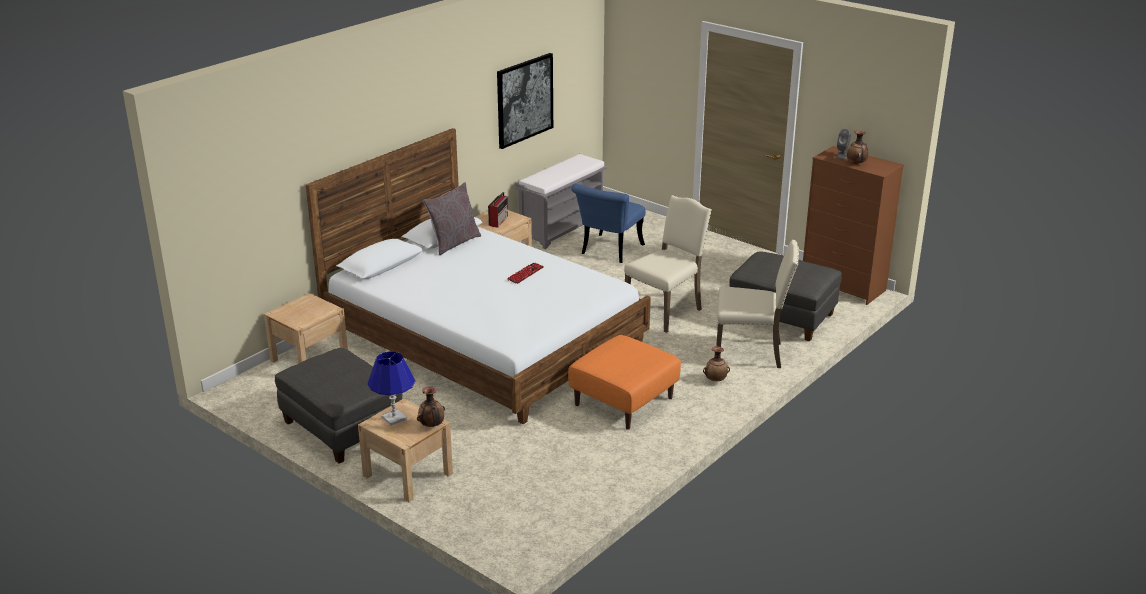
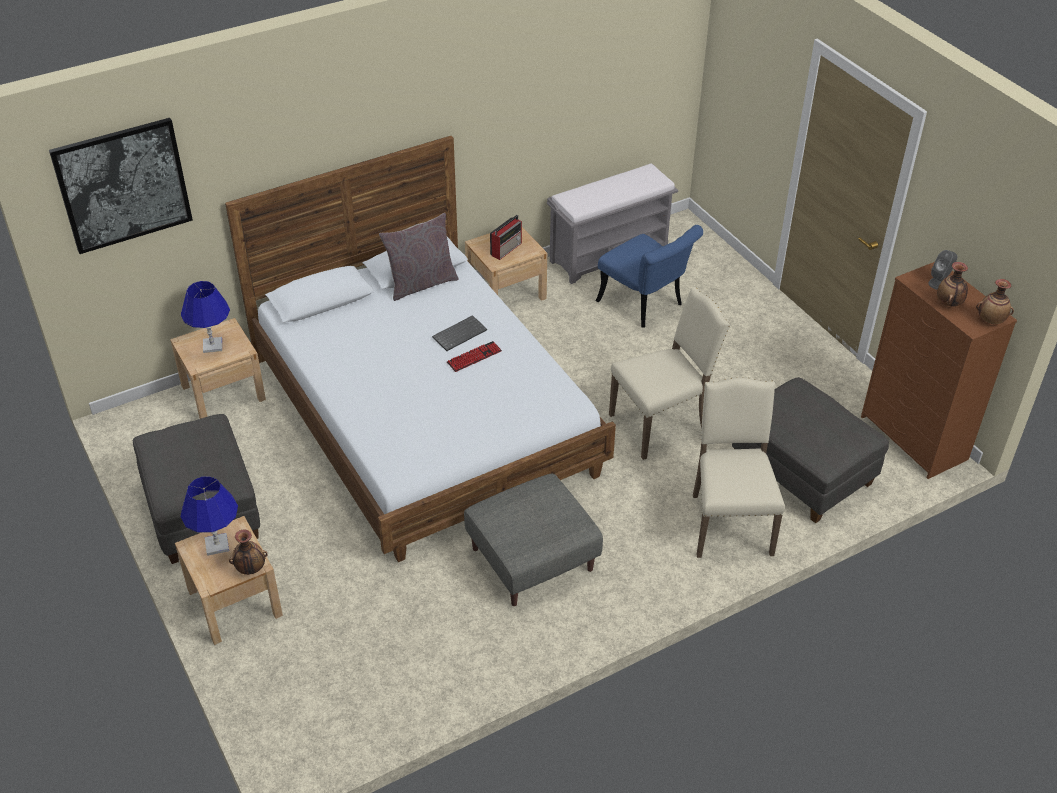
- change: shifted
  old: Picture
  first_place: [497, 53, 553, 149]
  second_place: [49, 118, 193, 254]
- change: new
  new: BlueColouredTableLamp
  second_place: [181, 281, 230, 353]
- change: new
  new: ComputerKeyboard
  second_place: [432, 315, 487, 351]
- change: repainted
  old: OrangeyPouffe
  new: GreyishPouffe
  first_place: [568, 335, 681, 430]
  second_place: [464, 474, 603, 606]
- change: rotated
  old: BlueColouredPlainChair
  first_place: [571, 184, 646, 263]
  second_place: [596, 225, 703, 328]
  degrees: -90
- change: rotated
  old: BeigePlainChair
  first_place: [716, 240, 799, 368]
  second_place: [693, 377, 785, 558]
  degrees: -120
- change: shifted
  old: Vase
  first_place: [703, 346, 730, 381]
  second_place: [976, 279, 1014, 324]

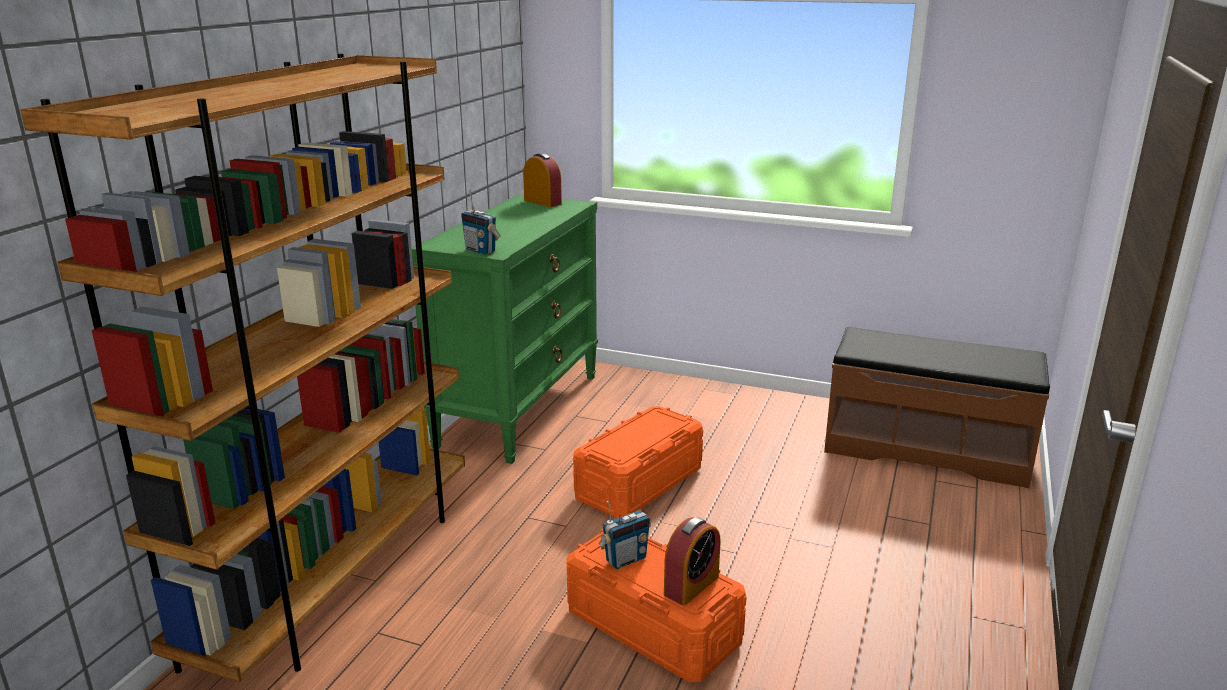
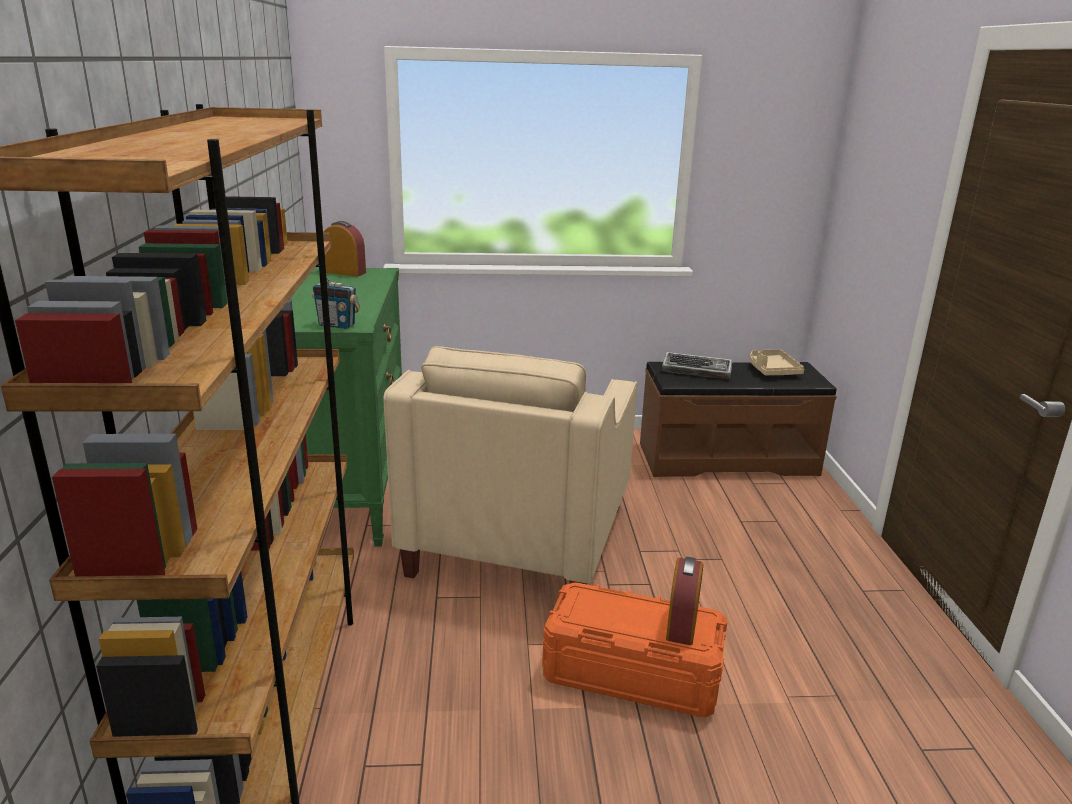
- change: swapped
  old: OrangeyStorageBin
  new: BeigeArmchair
  first_place: [573, 406, 703, 519]
  second_place: [383, 346, 637, 584]
- change: new
  new: ComputerKeyboard
  second_place: [662, 352, 732, 380]
- change: new
  new: BeigeTray
  second_place: [750, 349, 804, 375]
- change: gone
  old: RadioSet
  first_place: [599, 501, 651, 569]

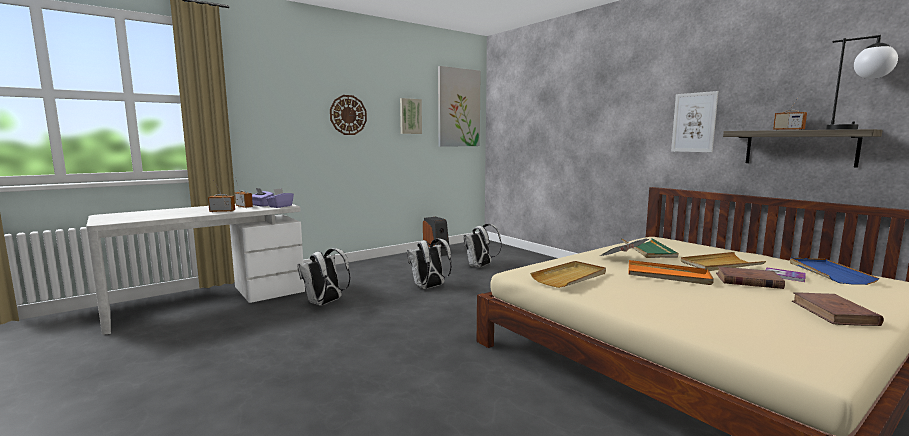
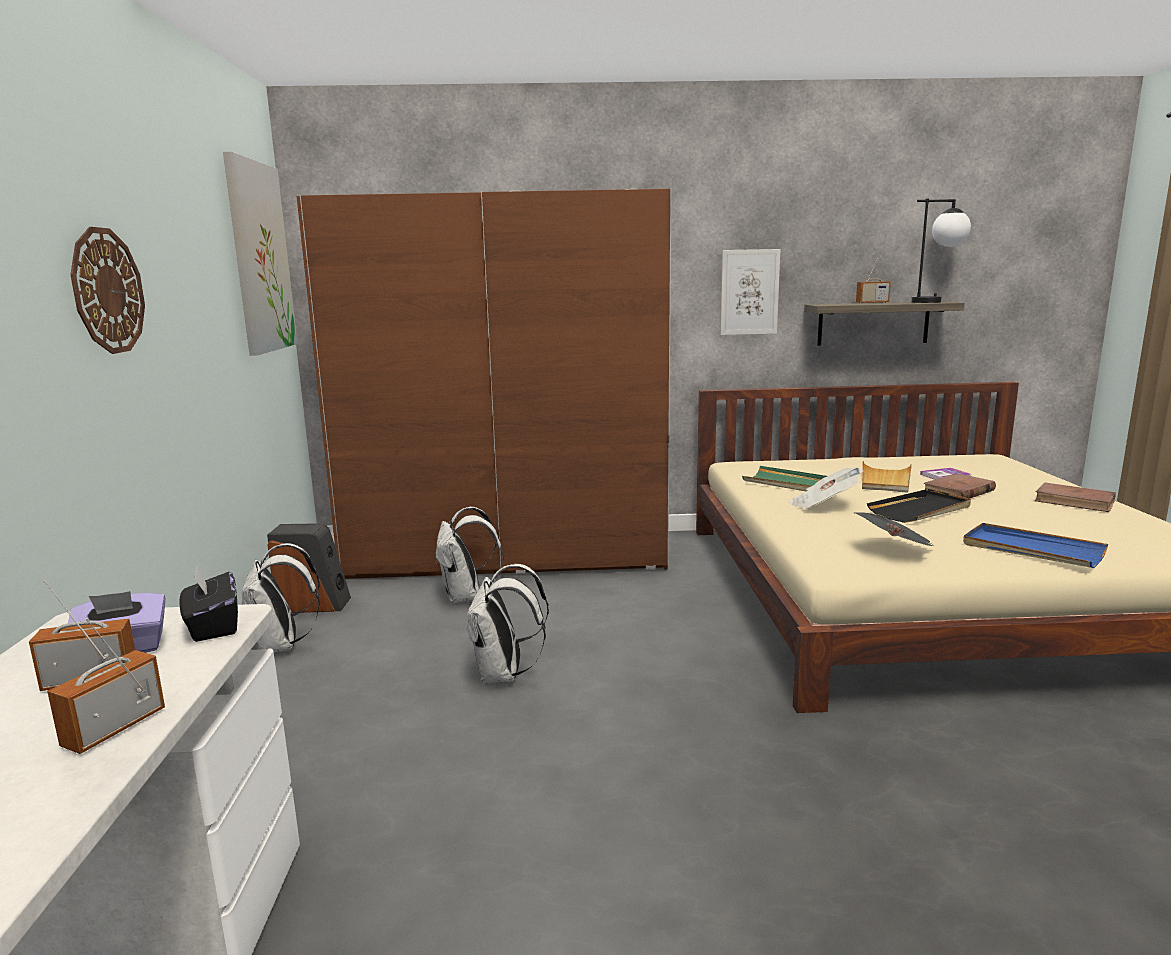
- change: repainted
  old: PurpleTissueBox
  new: BlackishTissueBox
  first_place: [266, 188, 294, 208]
  second_place: [179, 566, 238, 642]
- change: shifted
  old: WhiteColouredBackpack
  first_place: [297, 248, 350, 306]
  second_place: [241, 543, 320, 653]
- change: new
  new: BrownColouredArmoire
  second_place: [297, 189, 671, 579]
- change: swapped
  old: BeigeTray
  new: Newspaper
  first_place: [530, 261, 606, 288]
  second_place: [854, 512, 934, 546]
- change: repainted
  old: OrangeyTray
  new: BlackishTray
  first_place: [629, 260, 714, 285]
  second_place: [867, 489, 971, 523]
- change: shifted
  old: BlueColouredTray
  first_place: [790, 257, 879, 285]
  second_place: [963, 523, 1108, 568]
- change: gone
  old: Picture
  first_place: [400, 98, 422, 134]

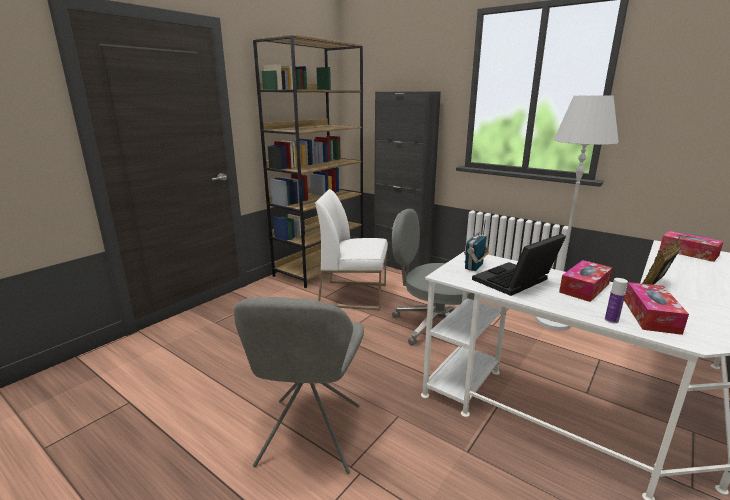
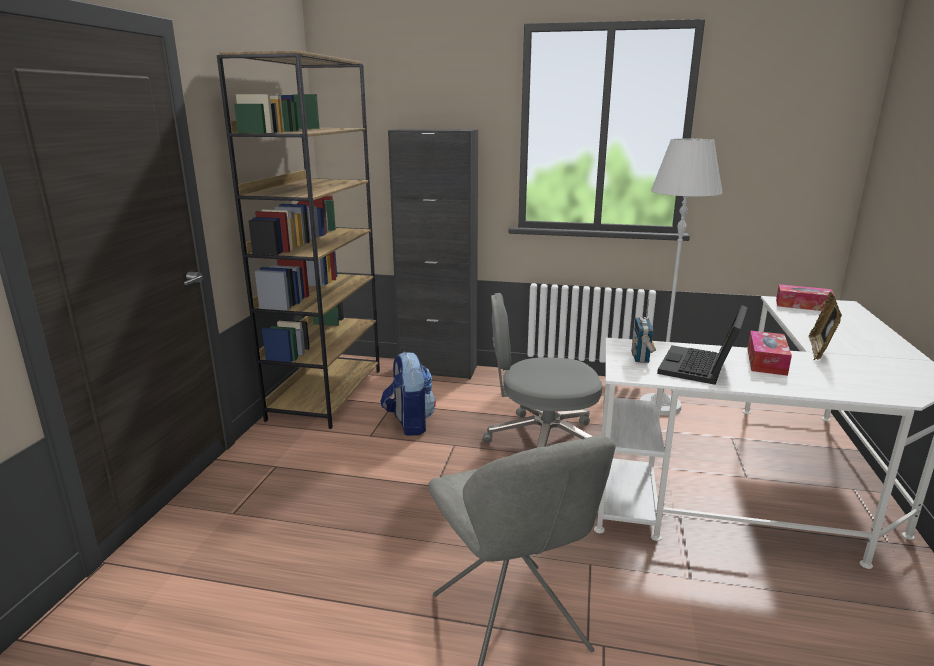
- change: swapped
  old: WhiteColouredPlainChair
  new: Backpack
  first_place: [315, 189, 388, 311]
  second_place: [381, 352, 436, 436]
- change: gone
  old: BeverageBottle
  first_place: [605, 278, 628, 324]
- change: gone
  old: TissueBox
  first_place: [624, 282, 689, 335]

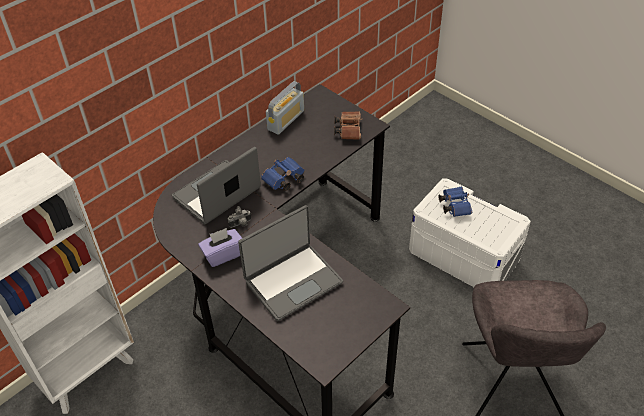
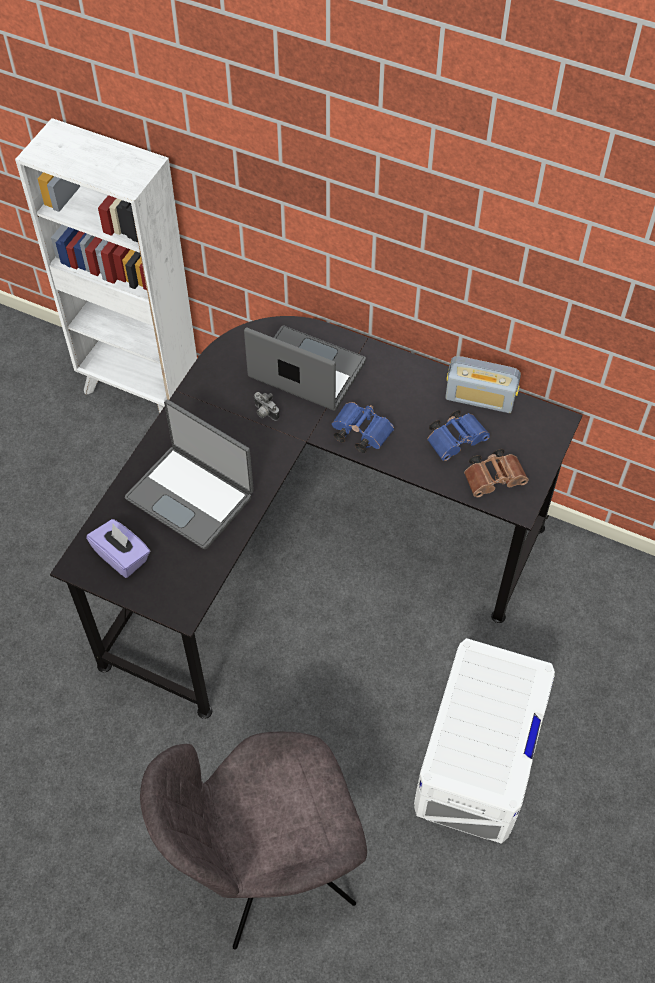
- change: shifted
  old: PurpleTissueBox
  first_place: [198, 228, 242, 267]
  second_place: [86, 519, 150, 578]
- change: shifted
  old: BlueColouredFieldGlasses
  first_place: [439, 187, 472, 217]
  second_place: [427, 410, 490, 461]

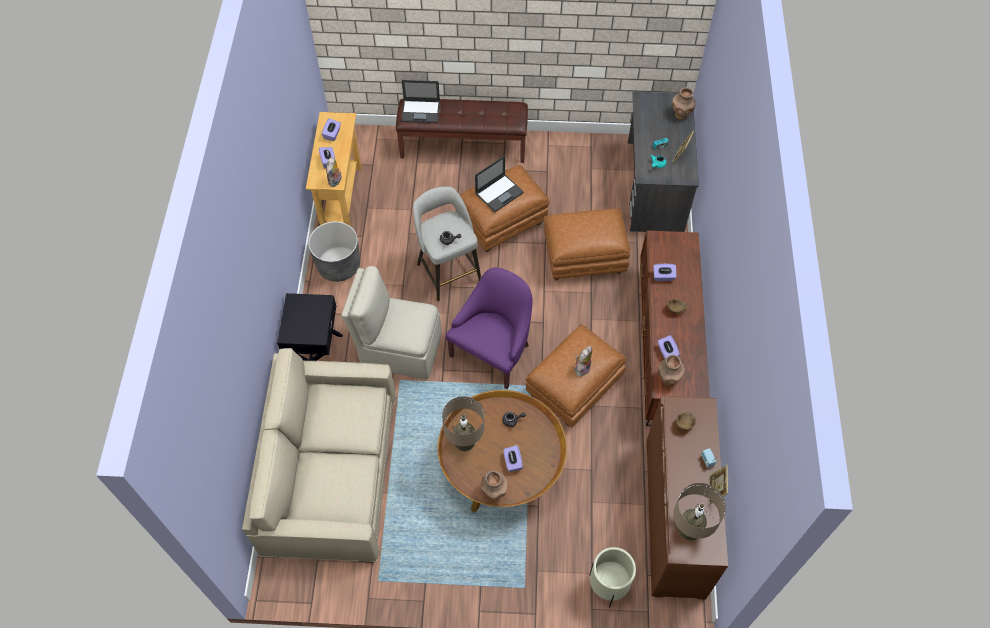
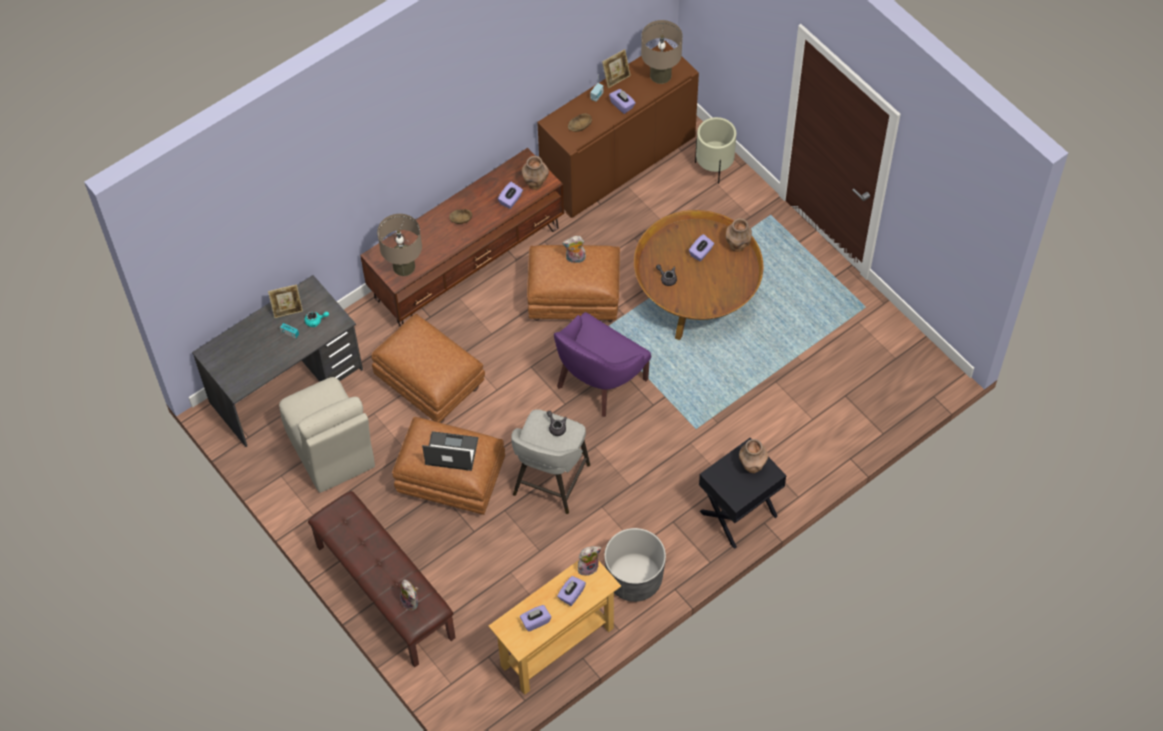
- change: shifted
  old: BeigePlainChair
  first_place: [341, 266, 441, 380]
  second_place: [279, 377, 375, 493]
- change: shifted
  old: BeigeTableLamp
  first_place: [442, 396, 484, 451]
  second_place: [377, 214, 422, 276]
- change: swapped
  old: NotebookComputer
  new: SoftToy
  first_place: [401, 80, 440, 123]
  second_place: [400, 580, 418, 611]
- change: rotated
  old: PurpleArmchair
  first_place: [446, 268, 532, 389]
  second_place: [554, 312, 651, 417]
  degrees: -45
- change: shifted
  old: PurpleTissueBox
  first_place: [653, 264, 676, 281]
  second_place: [609, 89, 636, 114]
- change: shifted
  old: BrownColouredVase
  first_place: [672, 87, 696, 120]
  second_place: [739, 439, 768, 473]
- change: gone
  old: BeigeCouch
  first_place: [242, 348, 396, 563]

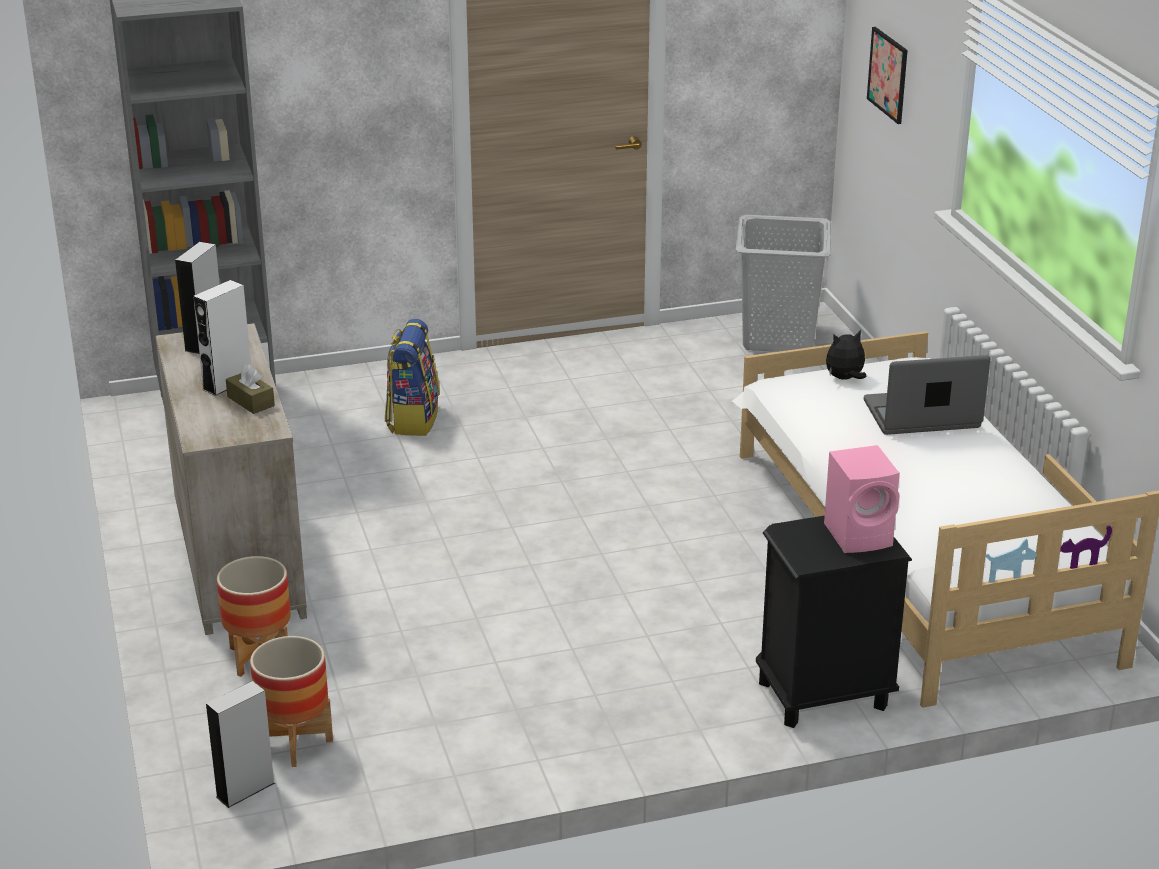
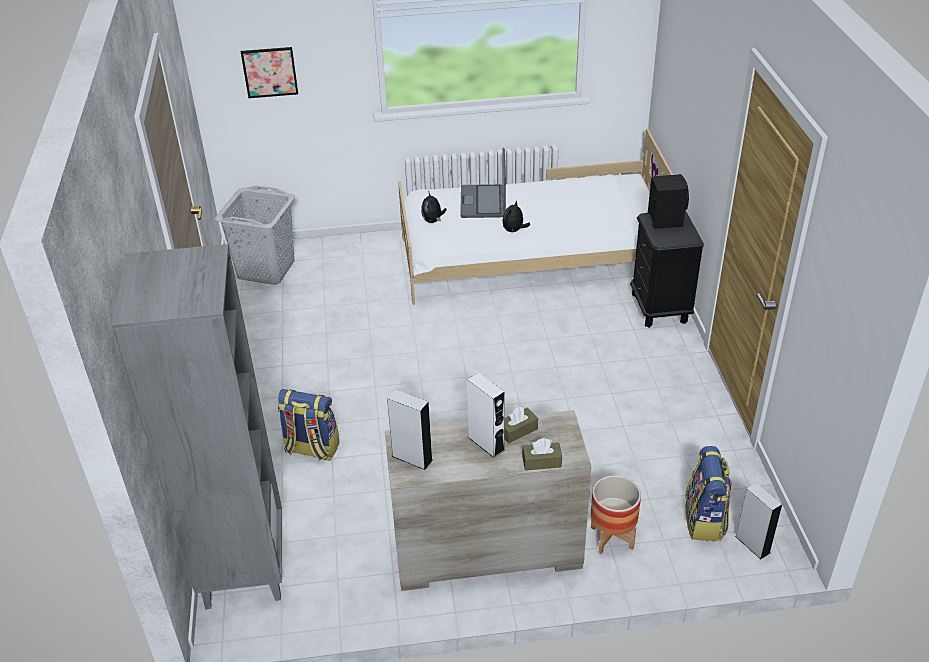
- change: new
  new: SoftToy
  second_place: [502, 201, 530, 232]
- change: new
  new: BrownColouredTissueBox
  second_place: [522, 438, 562, 471]
- change: repainted
  old: PinkColouredLoudspeaker
  new: BlackishLoudspeaker
  first_place: [824, 445, 900, 553]
  second_place: [648, 174, 689, 229]
- change: swapped
  old: PlantPot
  new: Backpack
  first_place: [250, 636, 333, 767]
  second_place: [685, 446, 731, 541]

